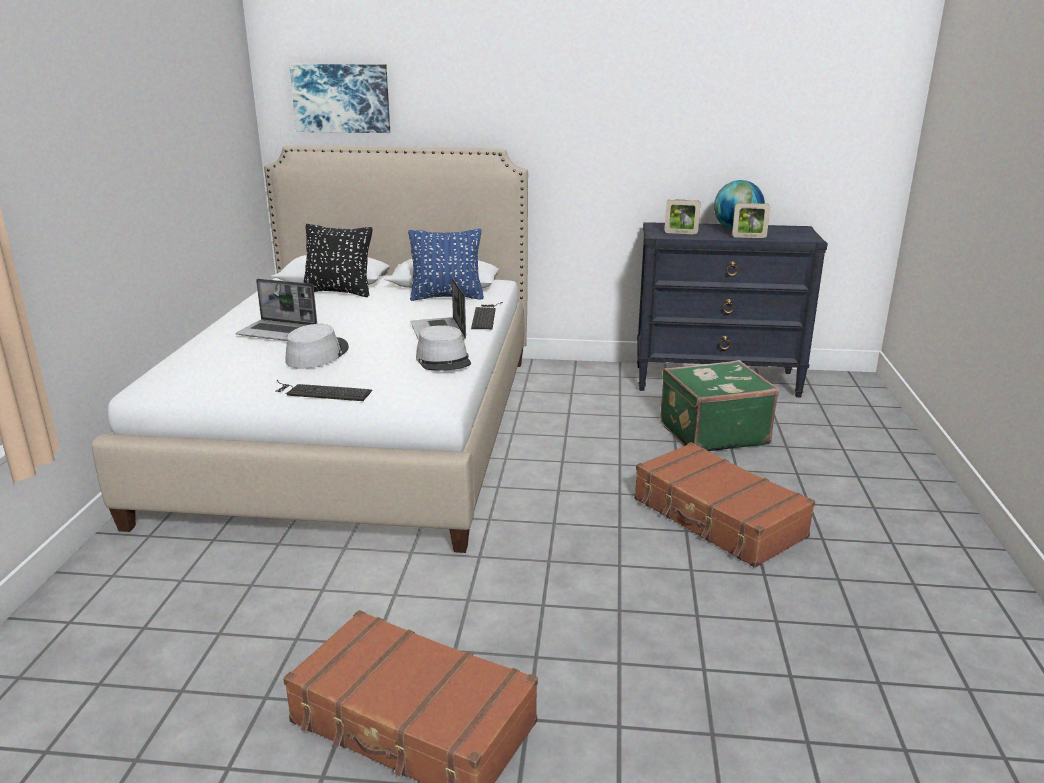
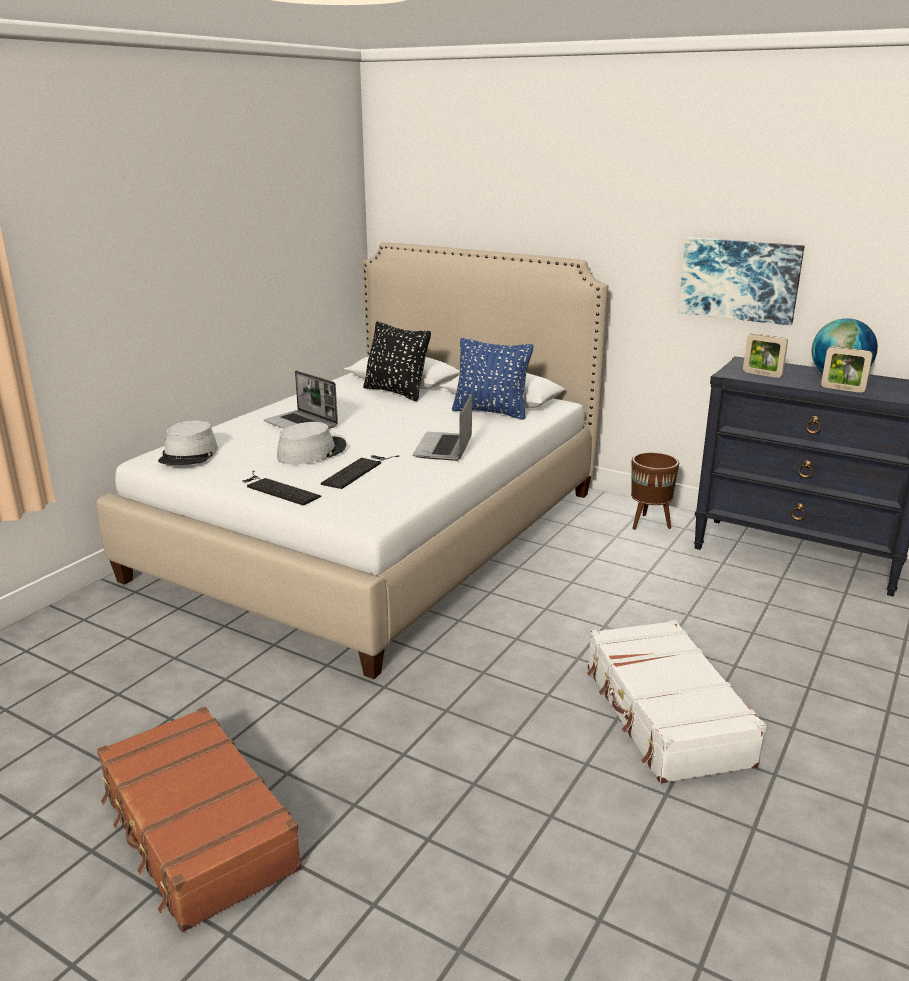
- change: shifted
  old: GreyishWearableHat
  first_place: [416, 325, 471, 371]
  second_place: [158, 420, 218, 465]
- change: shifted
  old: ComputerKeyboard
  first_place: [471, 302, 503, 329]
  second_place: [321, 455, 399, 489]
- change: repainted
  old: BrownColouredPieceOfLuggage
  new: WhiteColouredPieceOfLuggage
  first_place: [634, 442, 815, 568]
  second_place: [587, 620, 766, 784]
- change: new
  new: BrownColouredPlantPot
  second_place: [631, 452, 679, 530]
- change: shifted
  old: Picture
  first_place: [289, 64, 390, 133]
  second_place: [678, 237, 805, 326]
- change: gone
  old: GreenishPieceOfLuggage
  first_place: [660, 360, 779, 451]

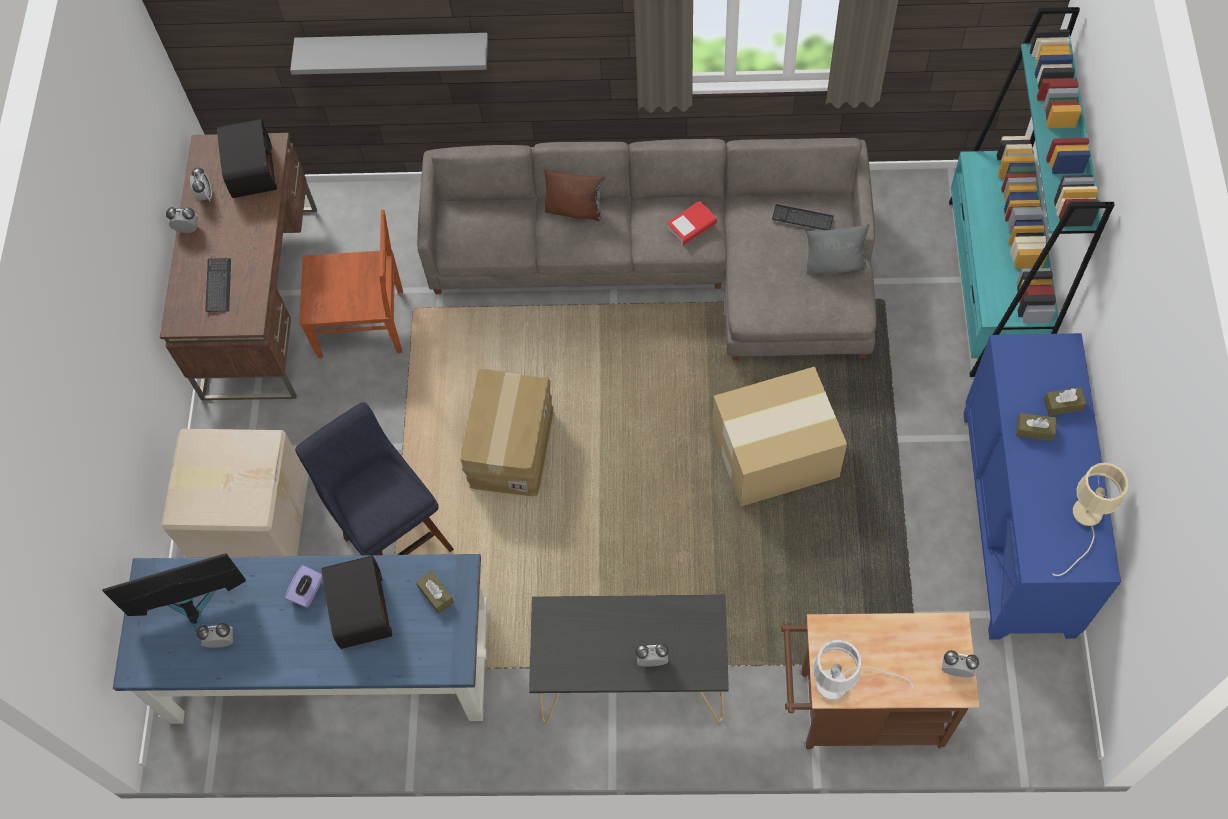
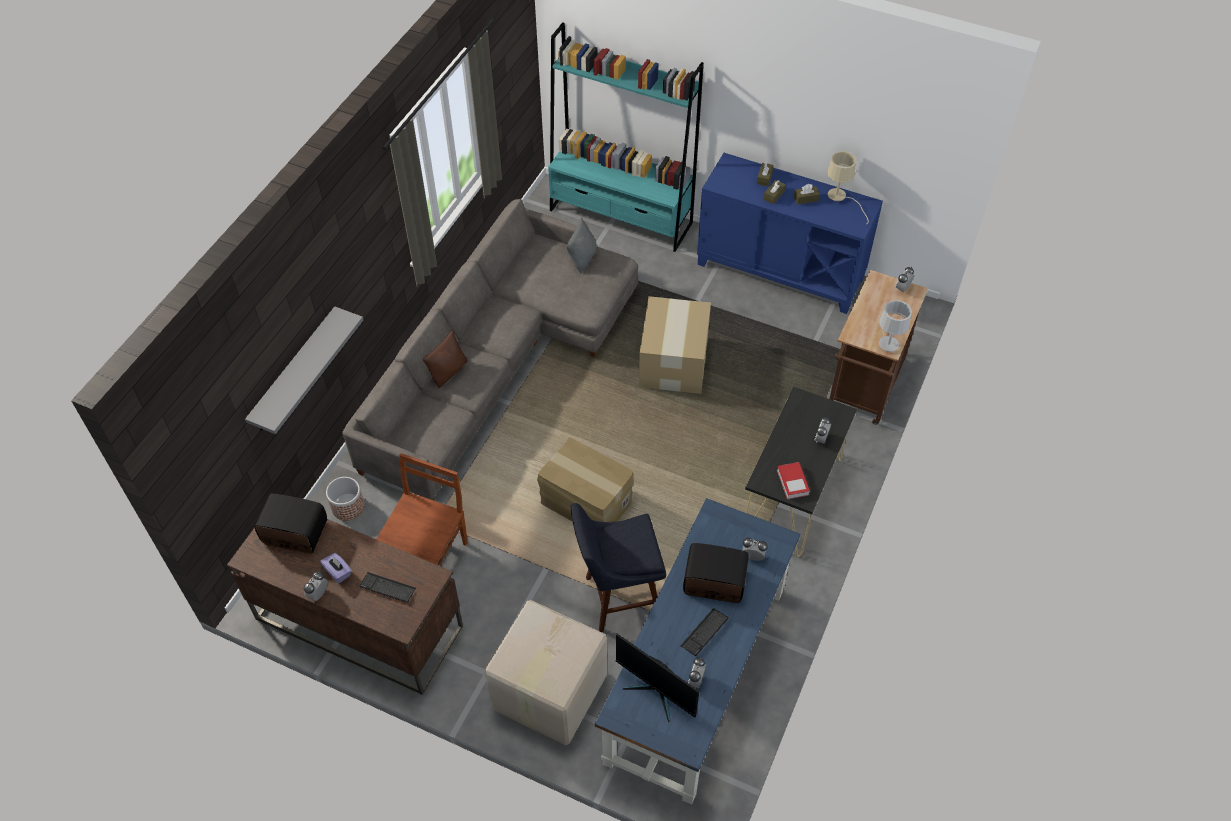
- change: shifted
  old: PurpleTissueBox
  first_place: [285, 565, 322, 608]
  second_place: [320, 553, 352, 584]
- change: new
  new: PlantPot
  second_place: [326, 477, 365, 520]
- change: rotated
  old: Monitor
  first_place: [102, 553, 246, 633]
  second_place: [616, 634, 699, 723]
  degrees: -60
- change: shifted
  old: ComputerKeyboard
  first_place: [772, 204, 834, 230]
  second_place: [680, 608, 728, 656]
- change: shifted
  old: TableClock
  first_place: [190, 167, 212, 201]
  second_place: [742, 538, 767, 561]
- change: shifted
  old: Volume
  first_place: [667, 201, 717, 245]
  second_place: [777, 462, 810, 499]
- change: shifted
  old: BrownColouredTissueBox
  first_place: [416, 571, 454, 614]
  second_place: [794, 184, 820, 205]

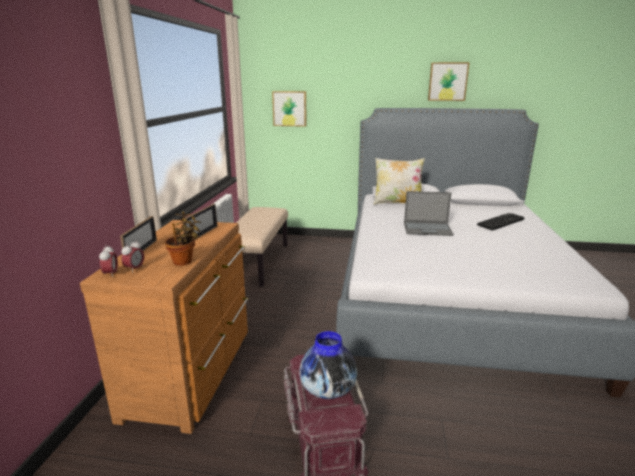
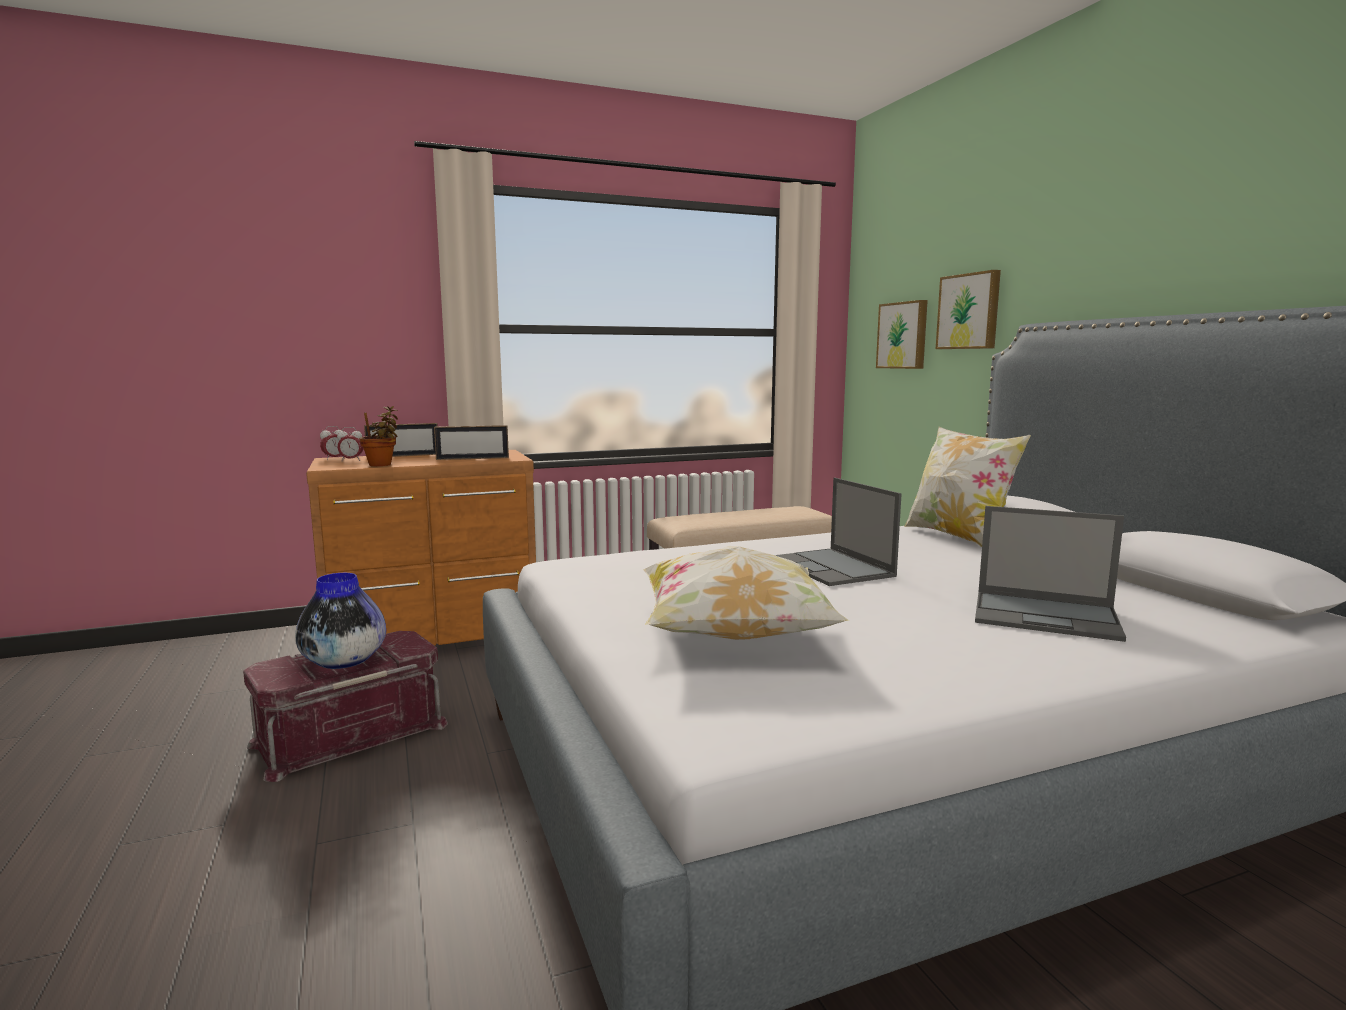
- change: new
  new: Cushion
  second_place: [644, 546, 849, 640]
- change: shifted
  old: Picture
  first_place: [428, 62, 470, 101]
  second_place: [936, 270, 1001, 349]
- change: swapped
  old: ComputerKeyboard
  new: NotebookComputer
  first_place: [477, 213, 524, 231]
  second_place: [975, 506, 1126, 642]

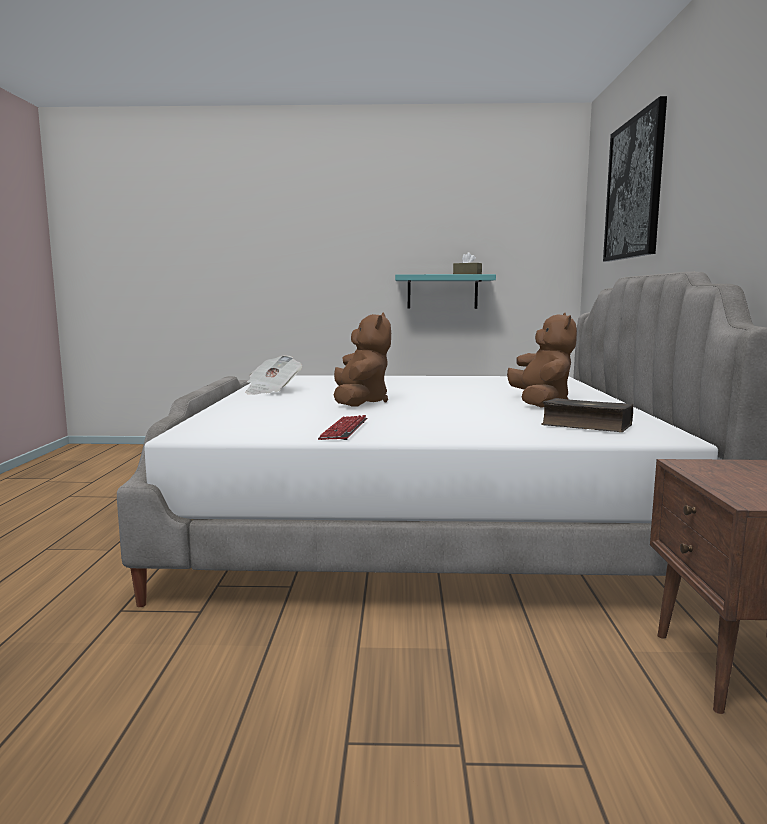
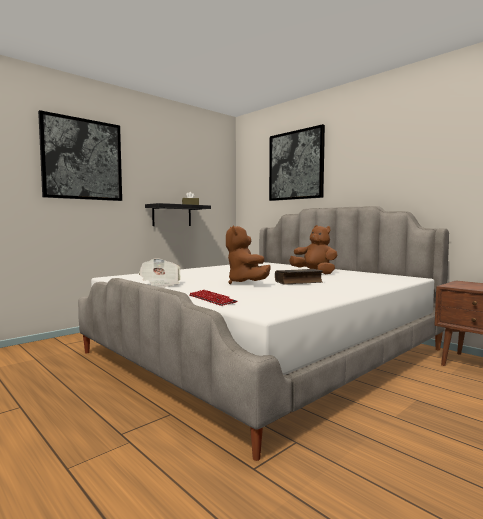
- change: new
  new: Picture
  second_place: [38, 110, 122, 201]
- change: repainted
  old: TurquoiseColouredShelf
  new: BlackishShelf
  first_place: [395, 274, 496, 309]
  second_place: [145, 203, 211, 226]
- change: shifted
  old: ComputerKeyboard
  first_place: [318, 415, 367, 440]
  second_place: [189, 290, 238, 306]
- change: rotated
  old: BrownColouredSoftToy
  first_place: [334, 312, 391, 407]
  second_place: [226, 225, 271, 284]
  degrees: -150
- change: shifted
  old: Volume
  first_place: [541, 398, 634, 432]
  second_place: [275, 269, 323, 285]

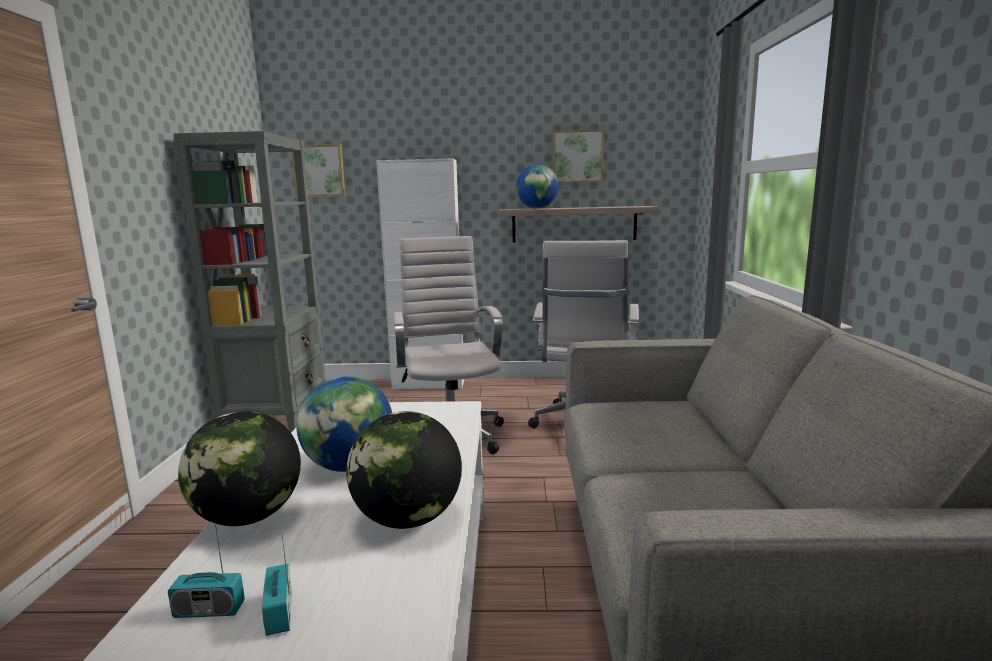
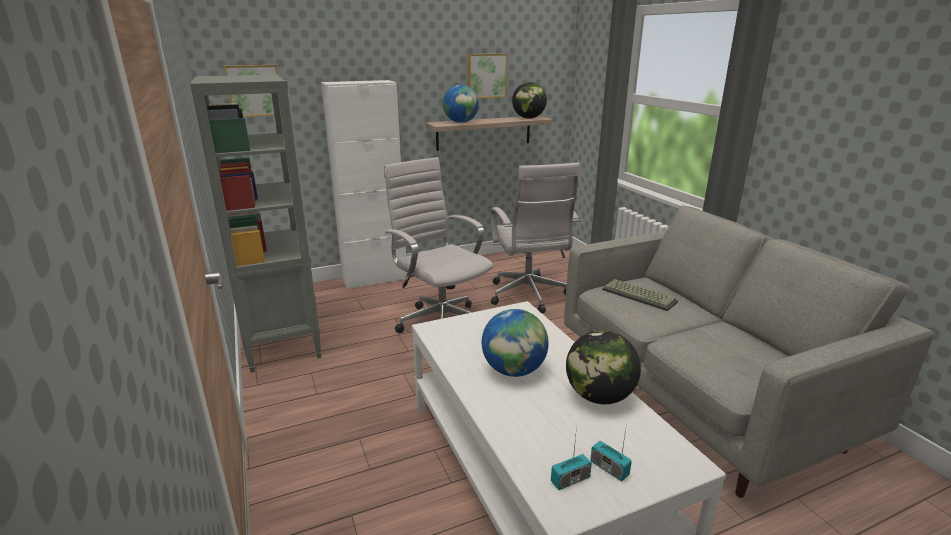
- change: shifted
  old: Globe
  first_place: [178, 411, 301, 526]
  second_place: [512, 82, 547, 118]
- change: new
  new: ComputerKeyboard
  second_place: [602, 279, 678, 311]

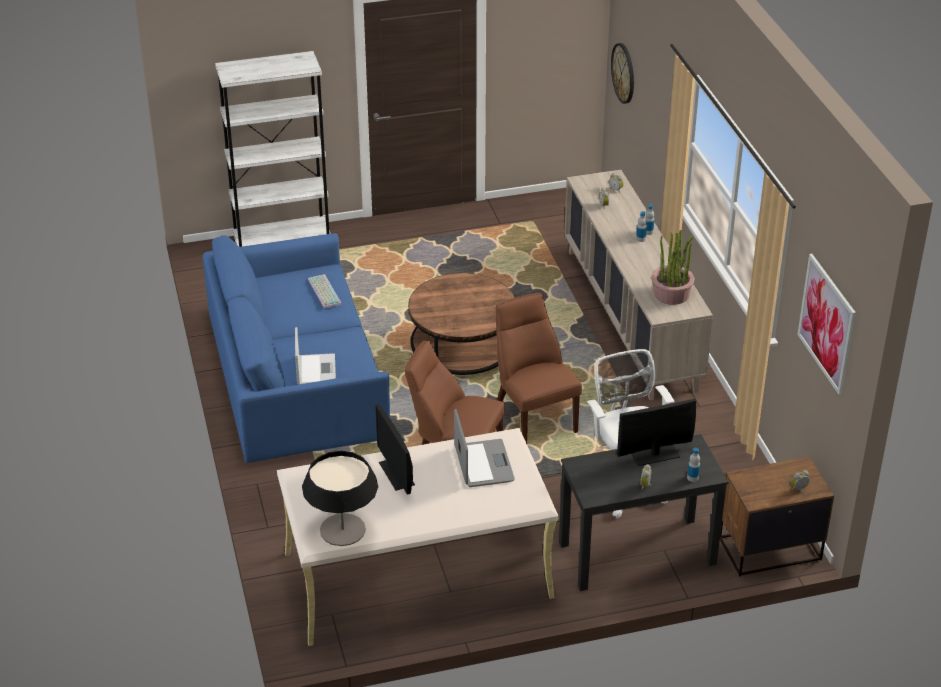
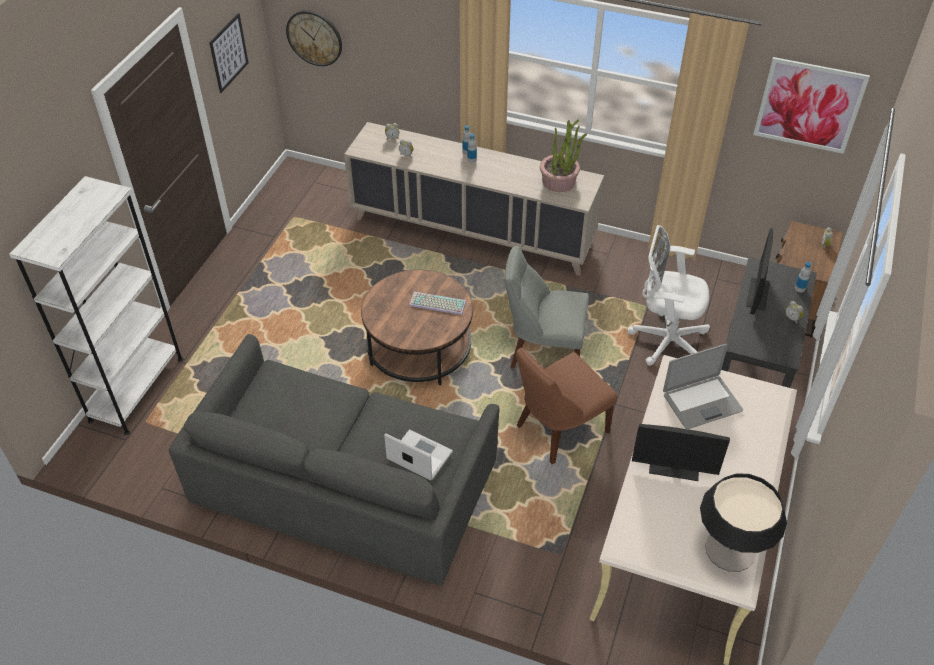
- change: repainted
  old: BlueColouredCouch
  new: GreyishCouch
  first_place: [202, 233, 390, 463]
  second_place: [169, 334, 500, 586]
- change: new
  new: Picture
  second_place: [209, 13, 249, 93]
- change: shifted
  old: ComputerKeyboard
  first_place: [308, 274, 342, 309]
  second_place: [409, 292, 466, 315]
- change: repainted
  old: BrownColouredPlainChair
  new: GreyishPlainChair
  first_place: [496, 293, 582, 444]
  second_place: [504, 246, 589, 368]
- change: rotated
  old: NotebookComputer
  first_place: [454, 409, 515, 487]
  second_place: [663, 344, 743, 429]
  degrees: 135

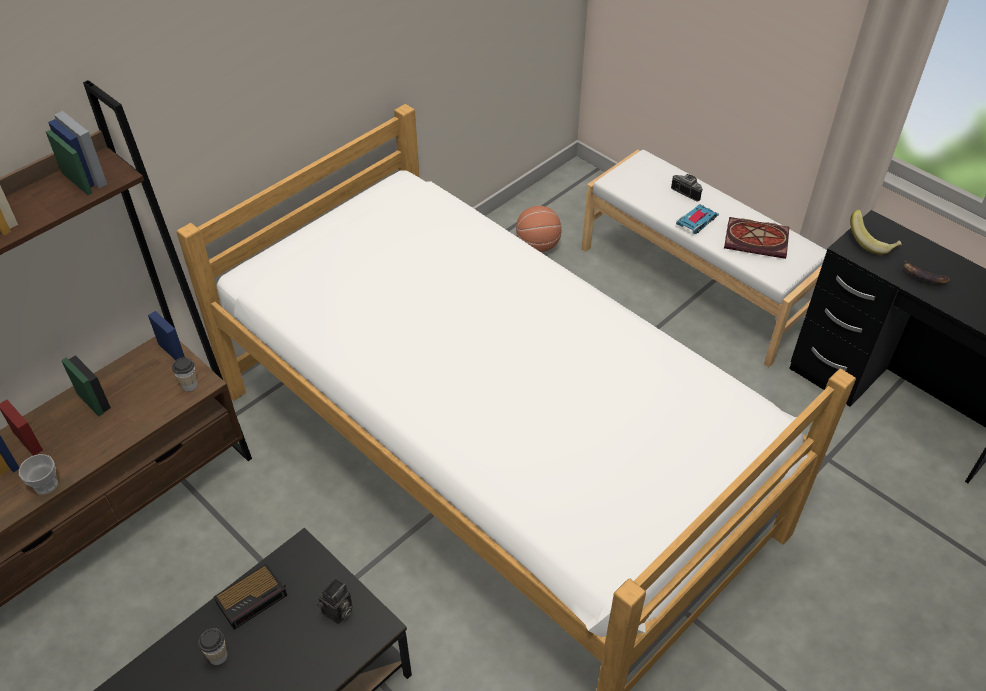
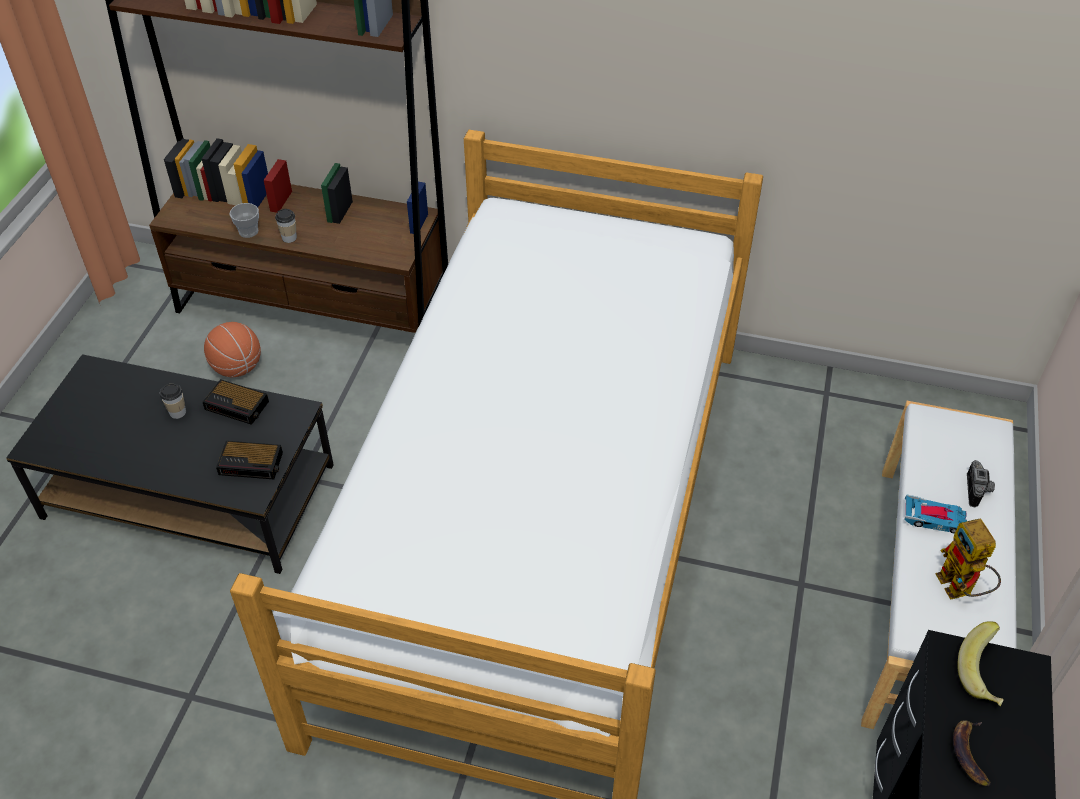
- change: shifted
  old: BallForBasketball
  first_place: [516, 206, 562, 252]
  second_place: [204, 322, 261, 377]
- change: swapped
  old: StillCamera
  new: TableClock
  first_place: [317, 578, 353, 624]
  second_place: [216, 441, 283, 479]
- change: shifted
  old: Cup
  first_place: [172, 357, 198, 391]
  second_place: [275, 209, 297, 243]
- change: swapped
  old: Volume
  new: RobotFigure
  first_place: [724, 217, 789, 259]
  second_place: [936, 519, 1001, 600]

